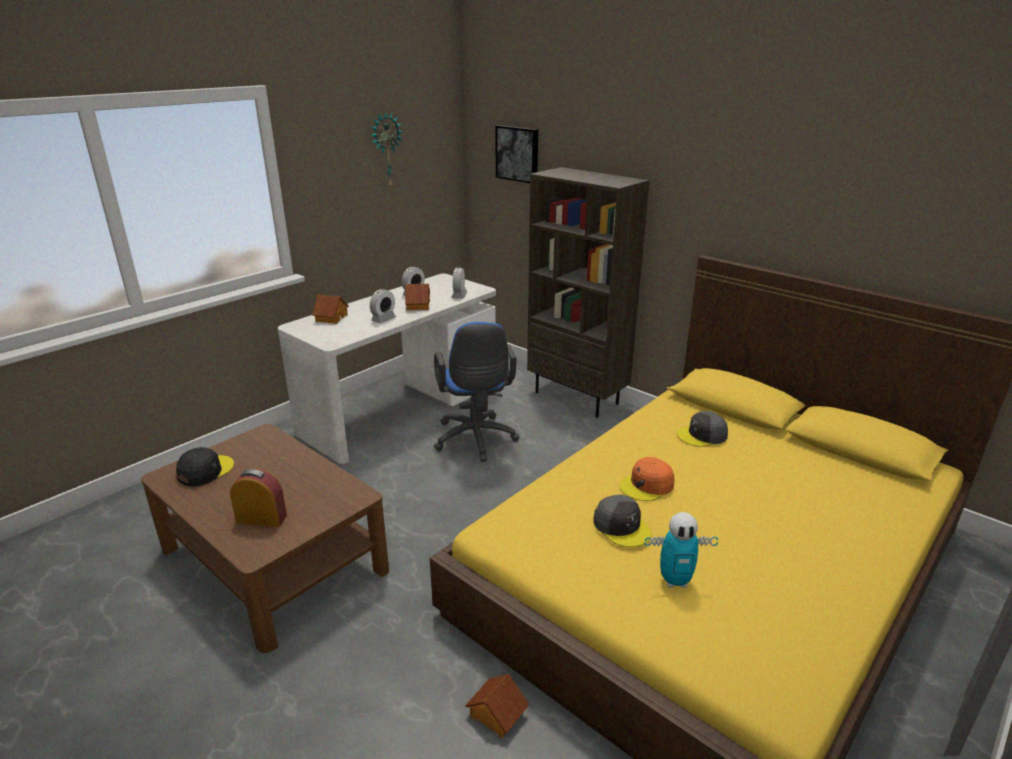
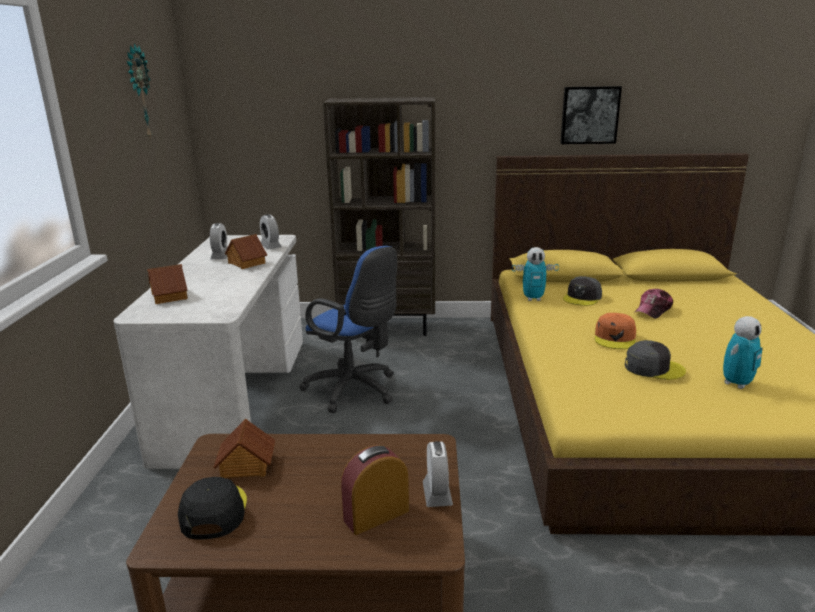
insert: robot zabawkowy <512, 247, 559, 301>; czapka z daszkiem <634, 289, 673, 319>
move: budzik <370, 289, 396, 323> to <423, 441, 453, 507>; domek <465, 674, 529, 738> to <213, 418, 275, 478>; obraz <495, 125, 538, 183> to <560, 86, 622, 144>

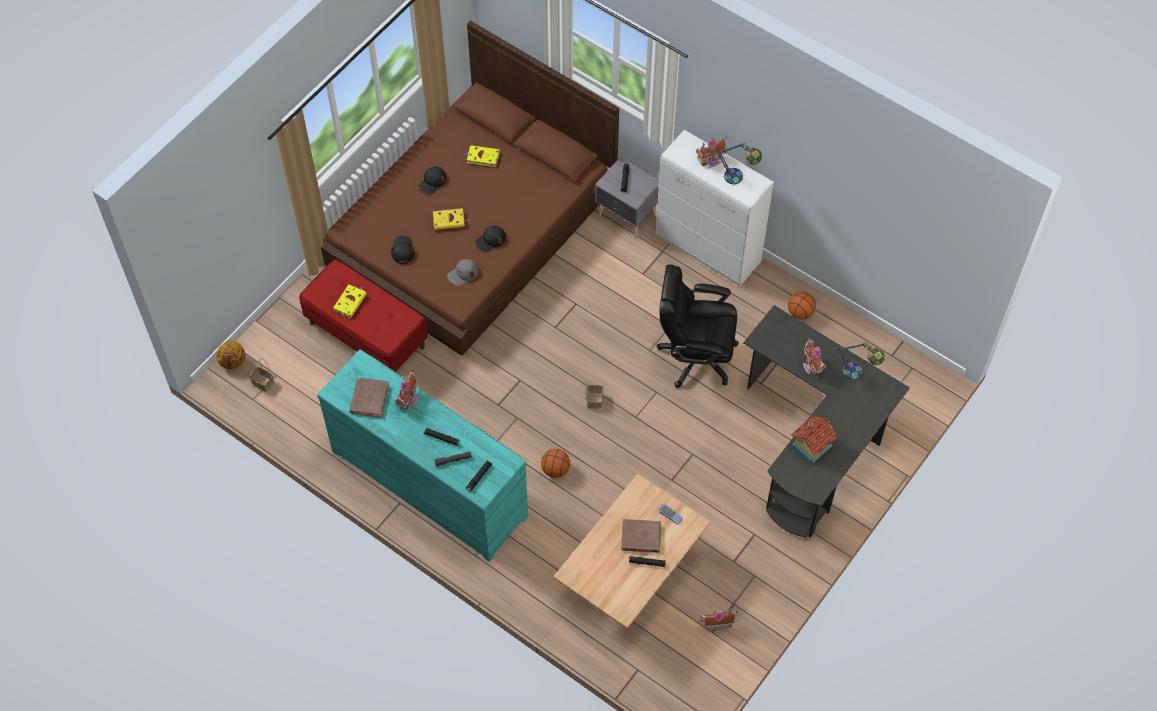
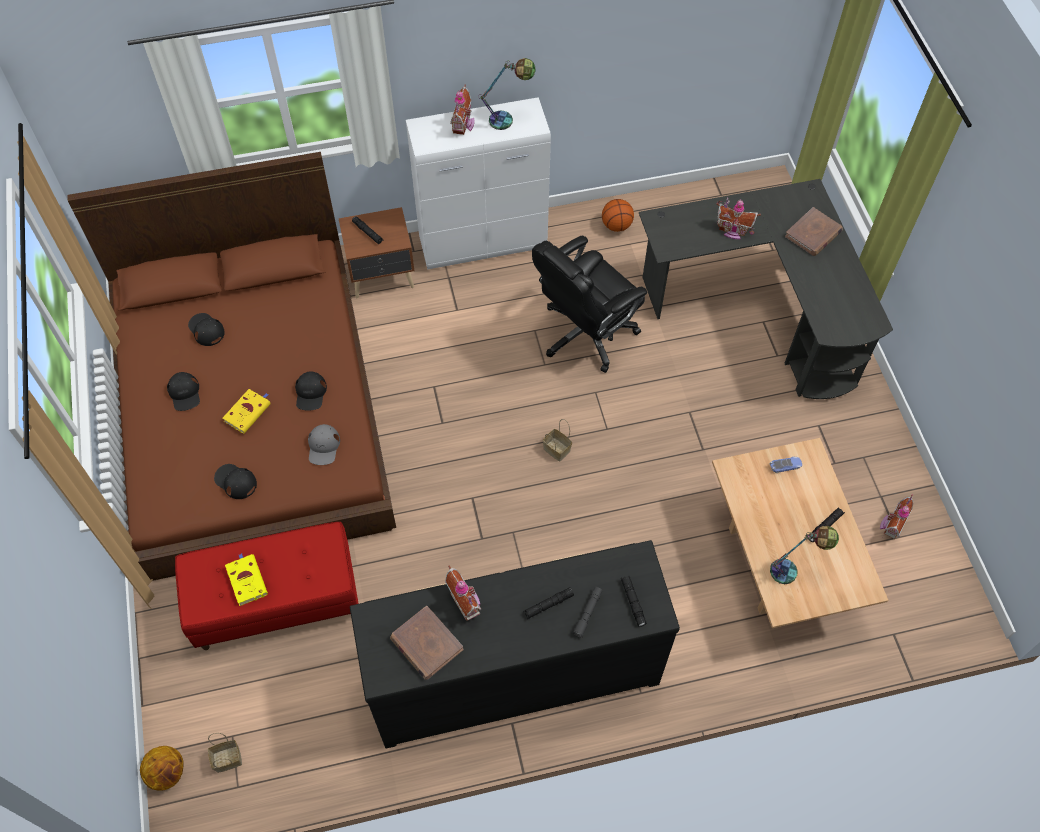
delete: piłka do koszykówki <541, 449, 570, 478>; domek <791, 415, 838, 464>
move: książka (brązowy) <621, 519, 661, 553> to <785, 207, 843, 256>; lampa stołowa <838, 342, 885, 380> to <770, 526, 839, 584>
replace: książka (żółty) <463, 145, 500, 167> to czapka z daszkiem (czarny) <188, 313, 225, 346>
recolor: komoda (turkusowy) <317, 349, 528, 562> to komoda (czarny) <350, 540, 680, 749>; szafka nocna (szary) <595, 157, 659, 239> to szafka nocna (brązowy) <339, 207, 414, 298>

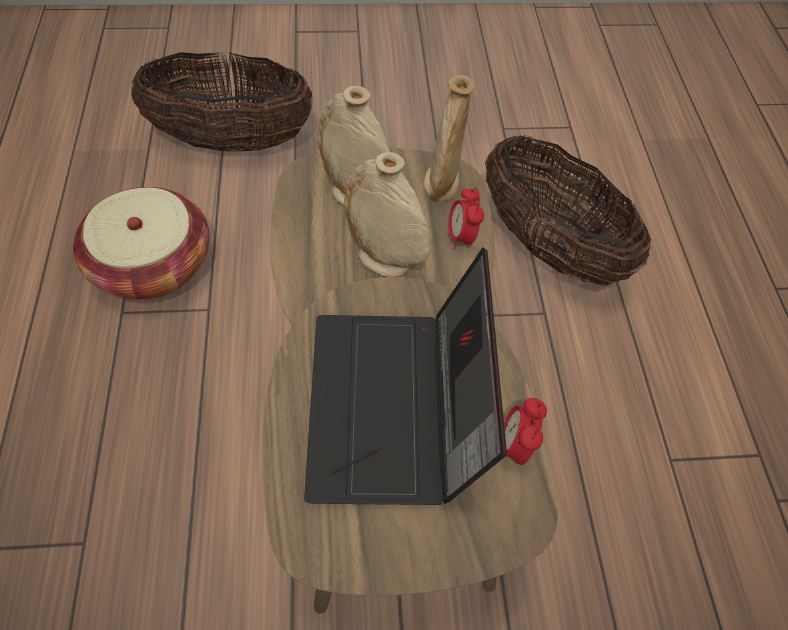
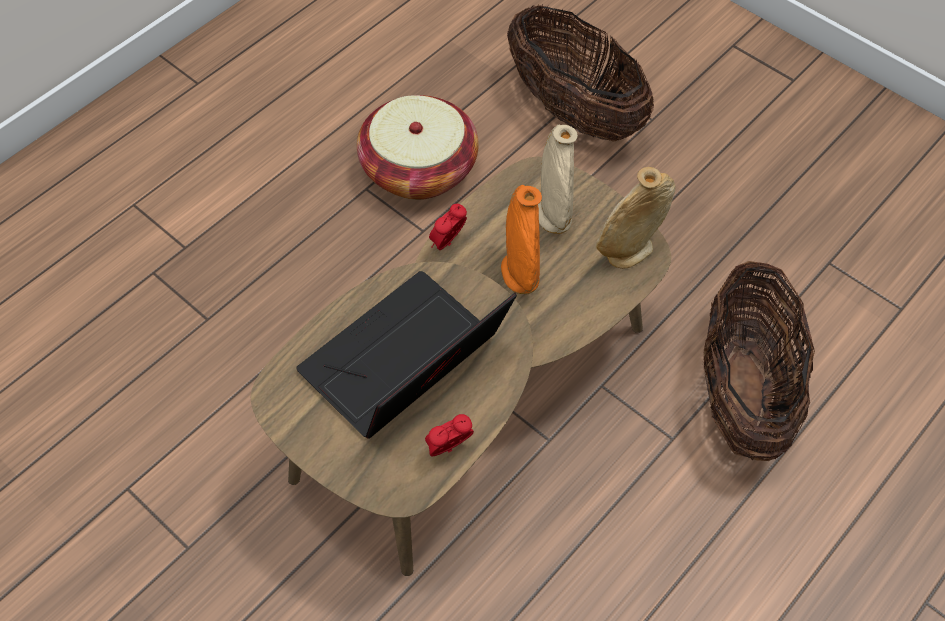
move: budzik <448, 188, 484, 250> to <429, 204, 467, 250>
recolor: wazon (beżowy) <344, 152, 430, 277> to wazon (pomarańczowy) <501, 185, 542, 294>

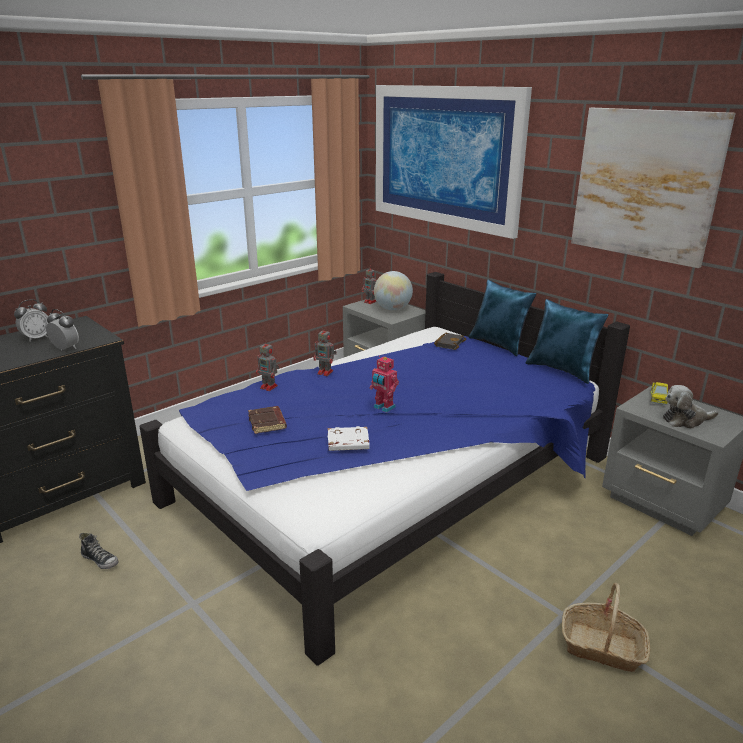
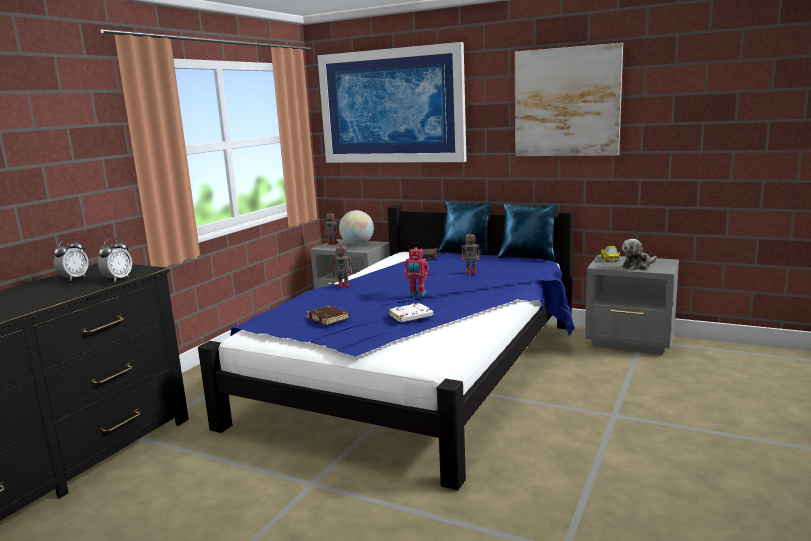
delete: but <79, 533, 119, 569>; koszyk <562, 583, 650, 672>
move: robot zabawkowy <256, 340, 279, 391> to <462, 230, 481, 274>
rotate: budzik <46, 309, 79, 351> = <98, 238, 132, 282> 105 degrees clockwise

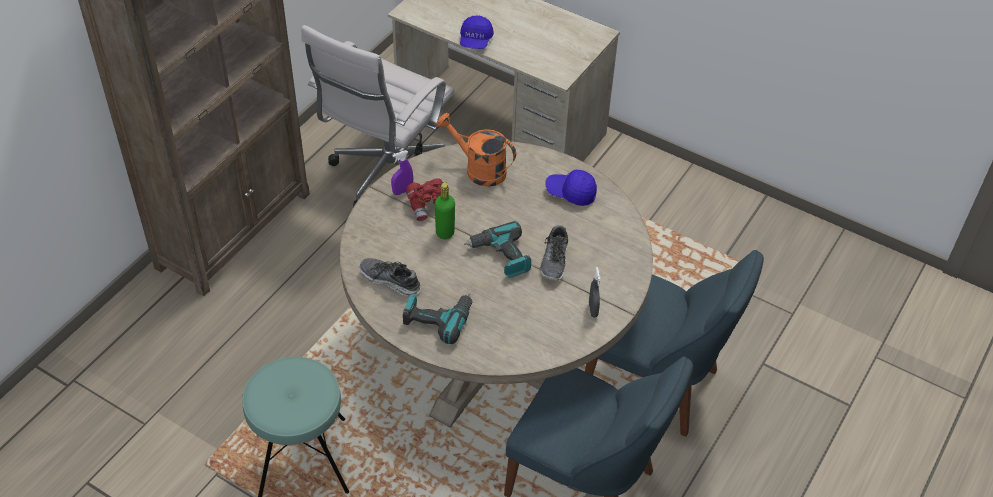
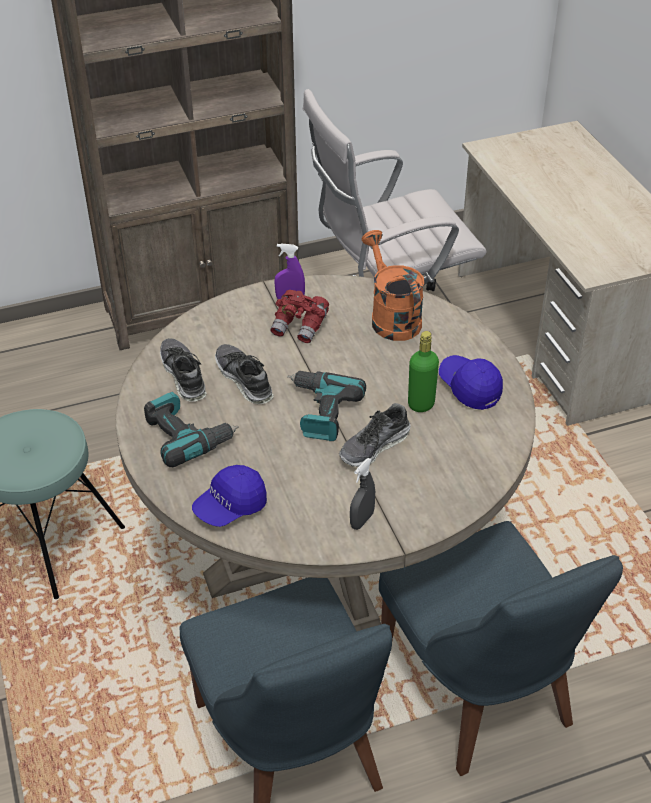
insert: but <215, 344, 273, 404>
move: butelka (zielony) <435, 182, 455, 239> to <408, 331, 439, 412>; czapka z daszkiem (niebieski) <460, 15, 494, 49> to <192, 465, 267, 527>

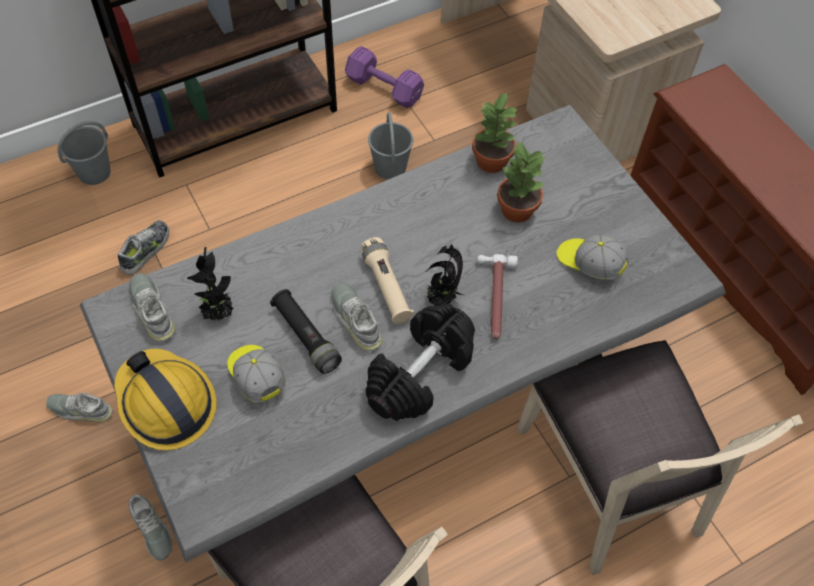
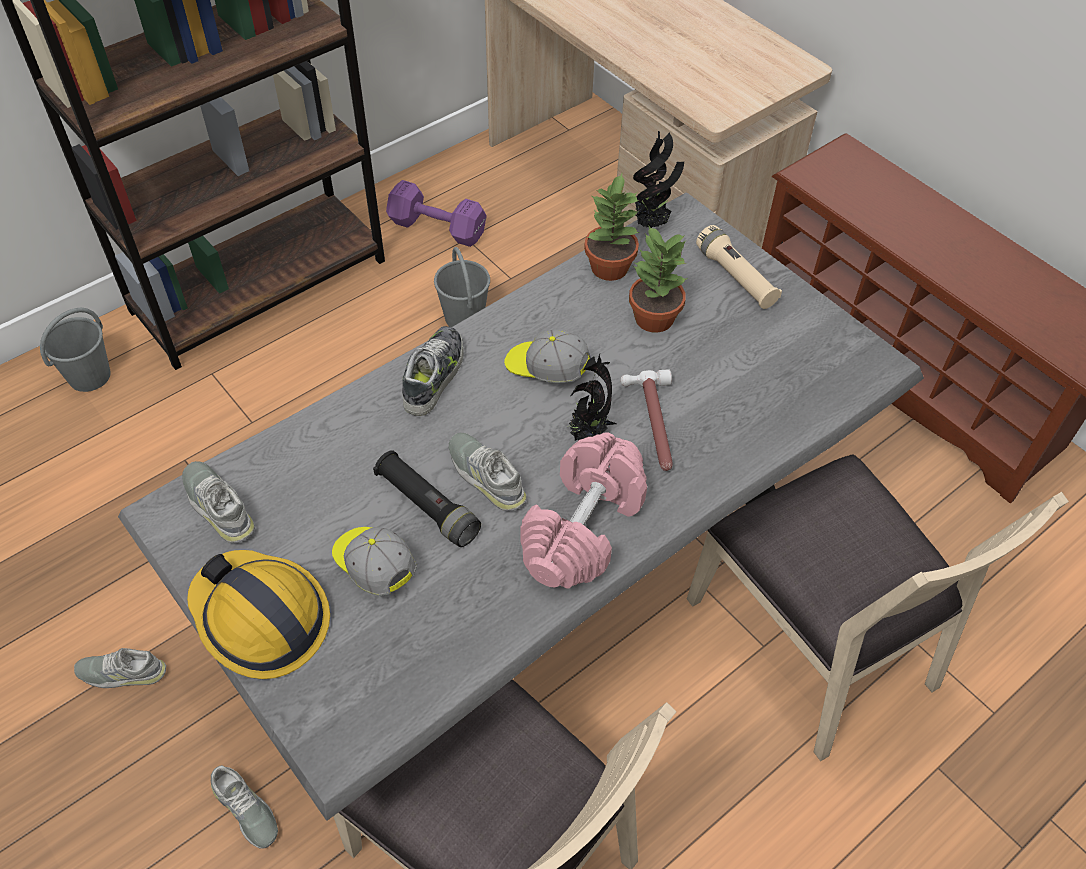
move: but <118, 221, 169, 275> to <402, 326, 464, 416>; roślina doniczkowa <187, 247, 234, 321> to <633, 131, 684, 228>; latarka (beżowy) <361, 237, 414, 324> to <696, 225, 782, 309>; czapka z daszkiem <557, 235, 628, 280> to <504, 329, 591, 383>
recolor: hantel (czarny) <366, 304, 475, 421> to hantel (różowy) <520, 432, 647, 589>

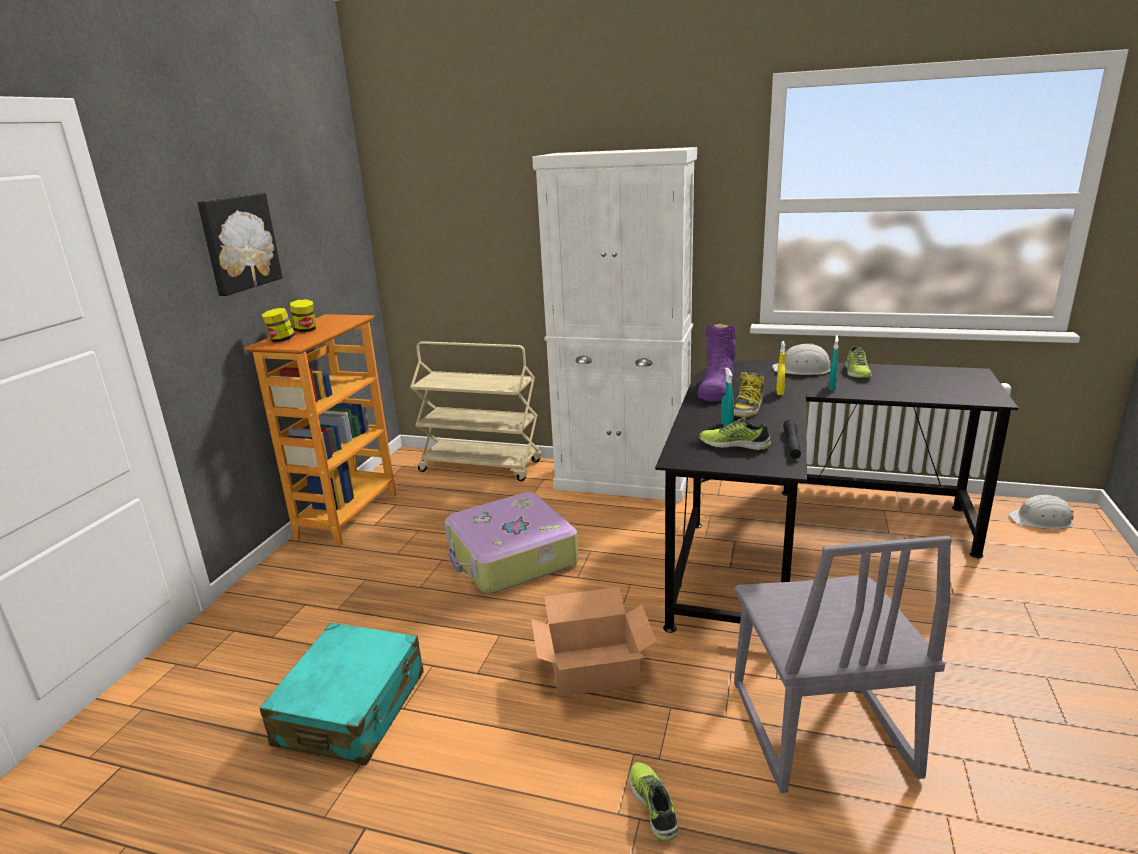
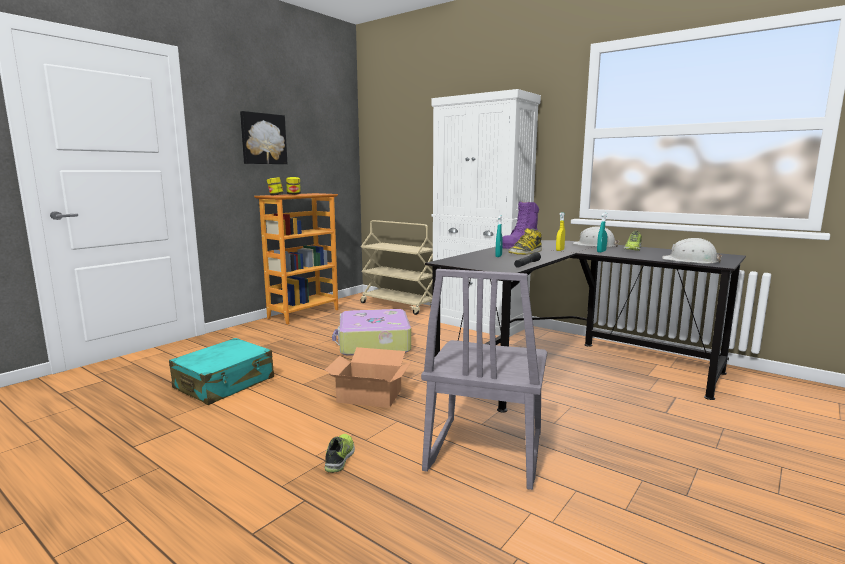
delete: but <700, 418, 771, 450>
move: kask (biały) <1008, 495, 1074, 529> to <662, 238, 723, 264>

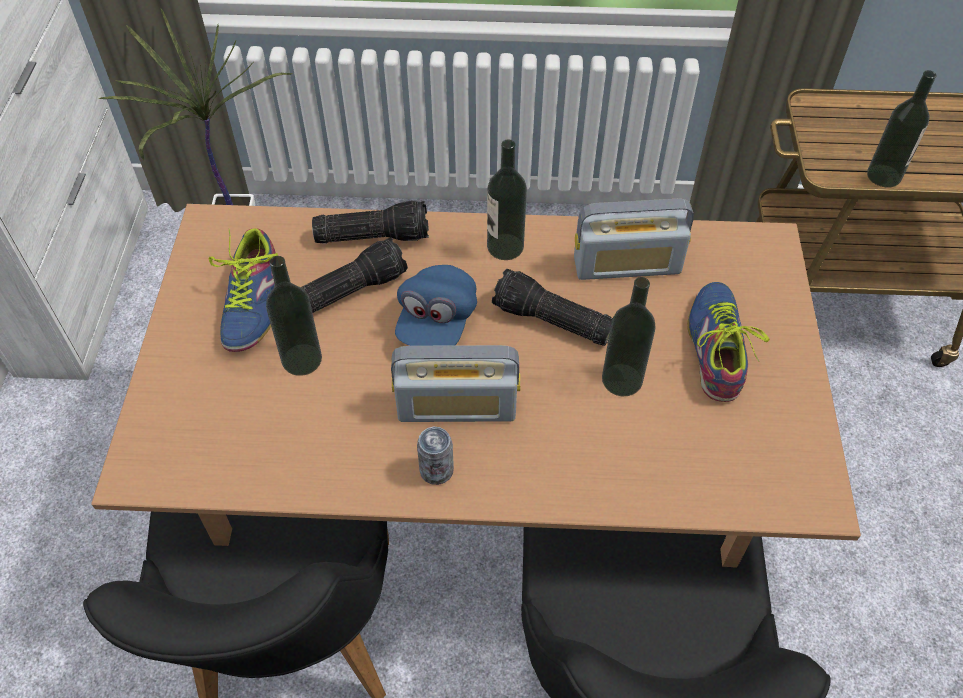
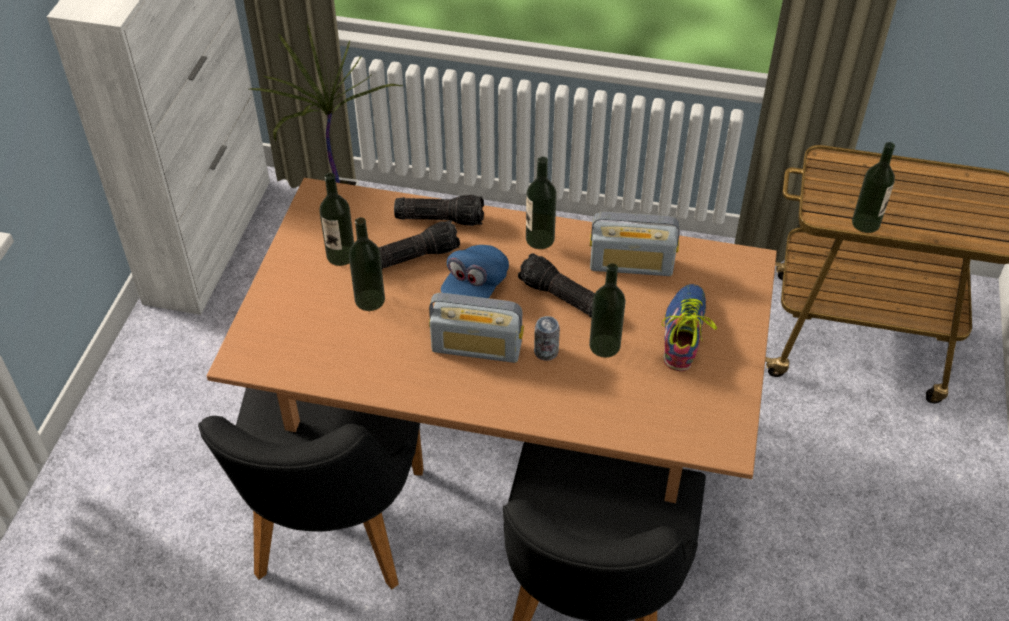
move: puszka <417, 427, 454, 485> to <534, 316, 560, 361>
replace: but <209, 228, 278, 352> to butelka <319, 173, 354, 266>

